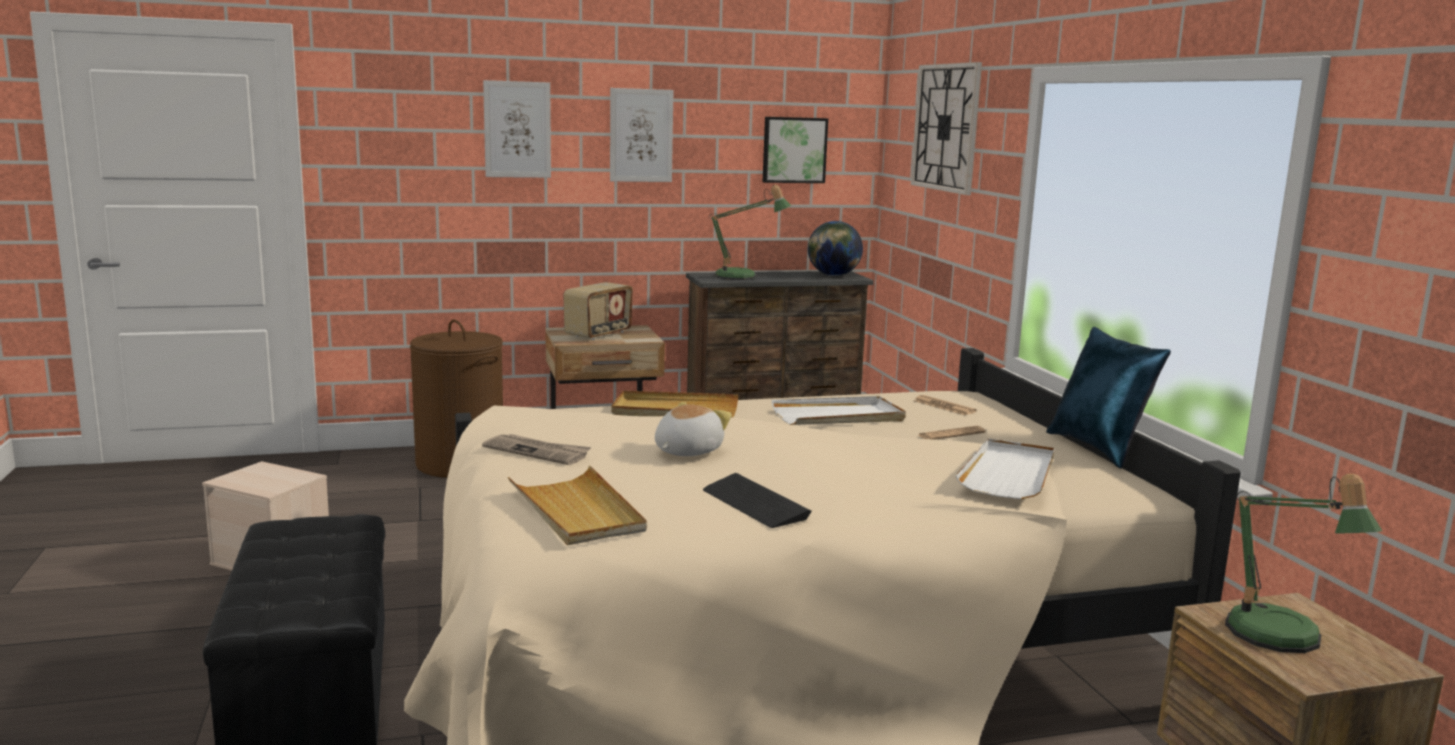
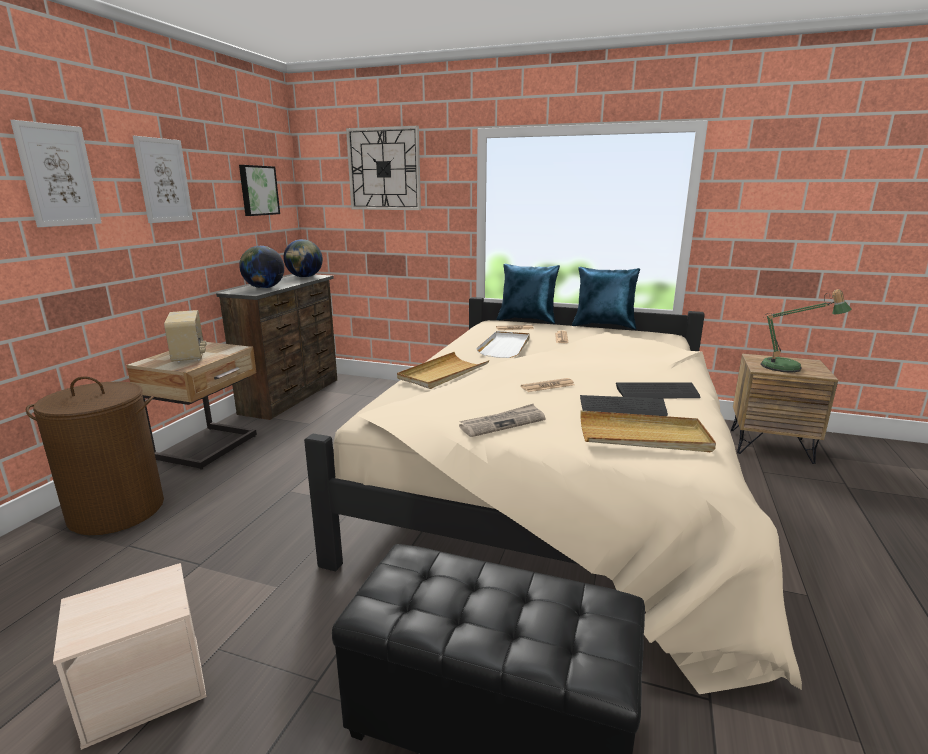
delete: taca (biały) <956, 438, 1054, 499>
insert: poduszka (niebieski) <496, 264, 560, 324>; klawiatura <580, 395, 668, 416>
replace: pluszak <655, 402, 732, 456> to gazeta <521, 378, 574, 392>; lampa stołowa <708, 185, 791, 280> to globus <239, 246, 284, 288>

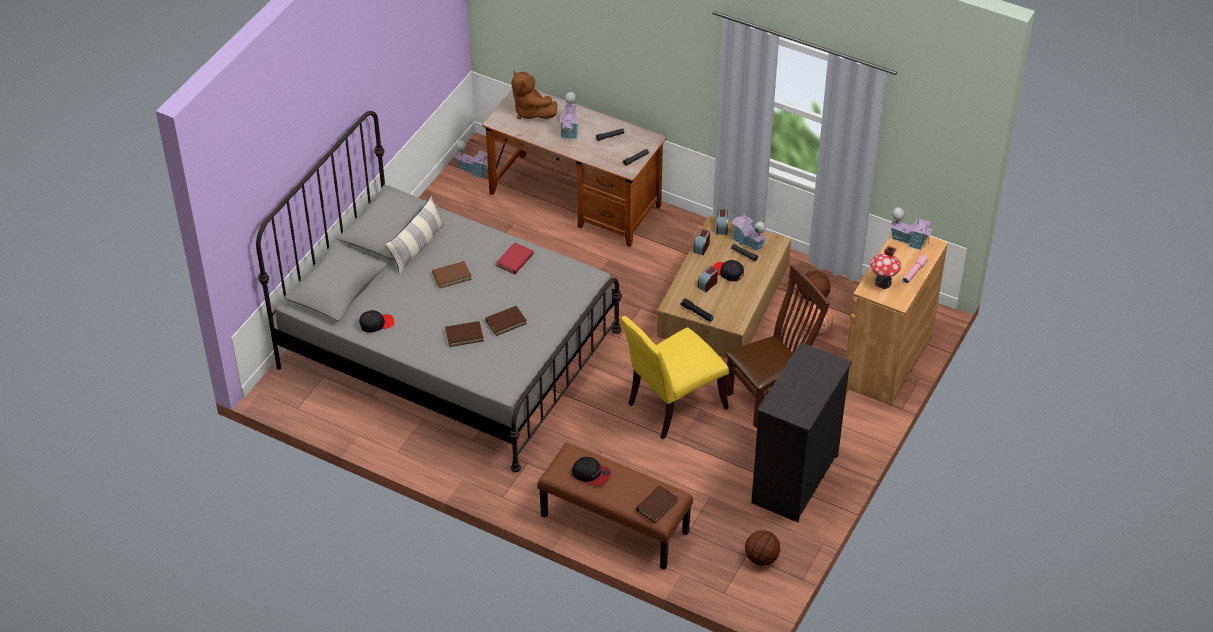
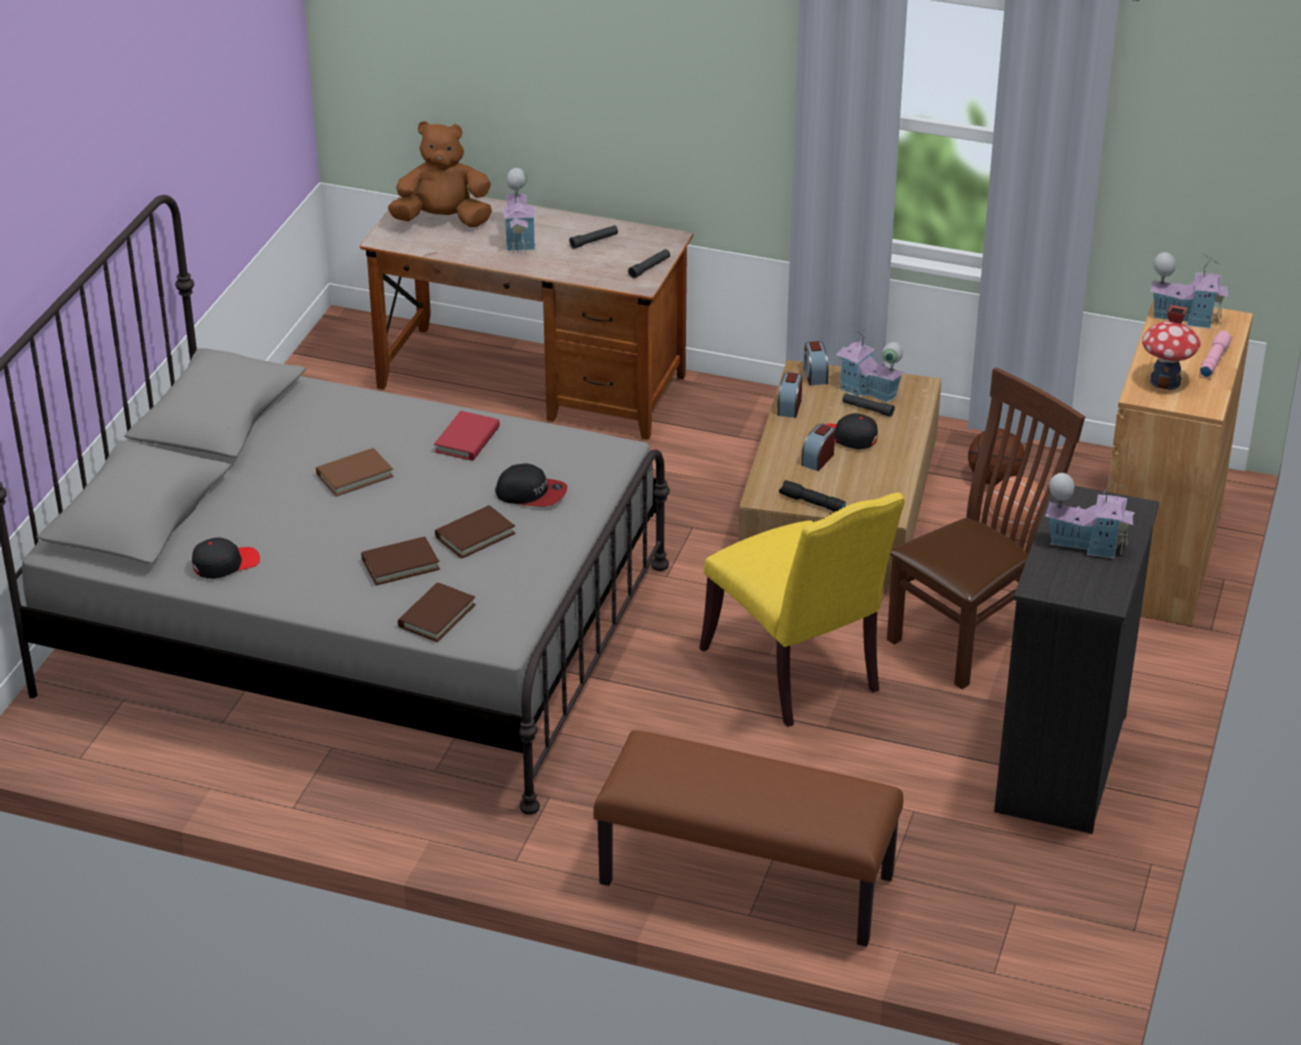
delete: poduszka <385, 196, 445, 274>; piłka do koszykówki <745, 530, 780, 566>
move: domek <455, 140, 488, 179> to <1045, 473, 1135, 559>; czapka z daszkiem <572, 457, 612, 486> to <495, 464, 567, 507>; książka (brązowy) <636, 485, 679, 523> to <398, 582, 476, 642>
rotate: pluszak (brązowy) <511, 71, 557, 119> = <388, 121, 492, 227> 135 degrees clockwise; krzesło (żółty) <621, 316, 729, 439> = <699, 493, 905, 727> 75 degrees counterclockwise

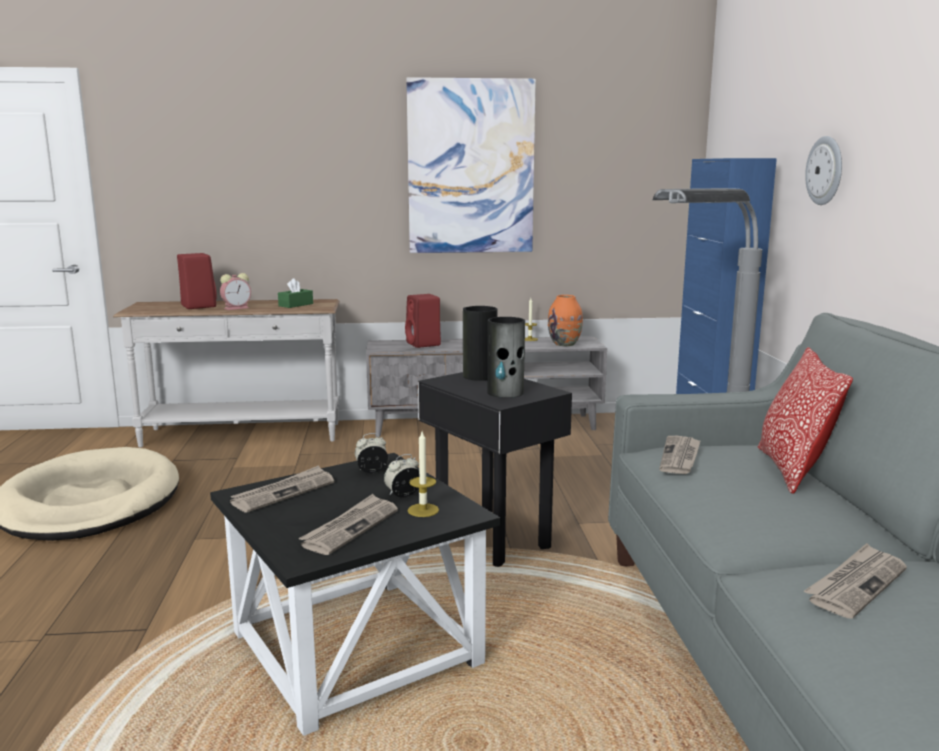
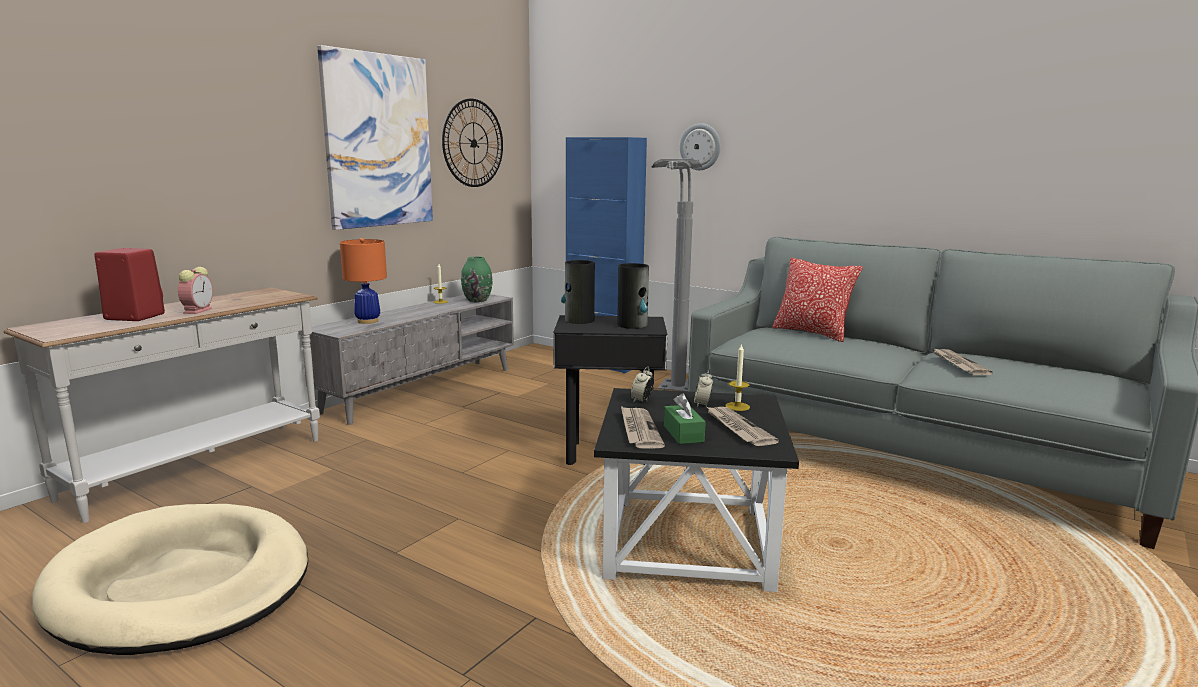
delete: gazeta <659, 436, 701, 474>
insert: zegar ścienny <442, 99, 503, 187>
move: pudełko chusteczek (zielony) <278, 278, 313, 308> to <664, 393, 706, 444>
replace: głośnik (czerwony) <405, 294, 441, 348> to lampa stołowa (pomarańczowy) <340, 238, 387, 324>
recolor: wazon (pomarańczowy) <548, 295, 583, 346> to wazon (zielony) <461, 256, 492, 302>

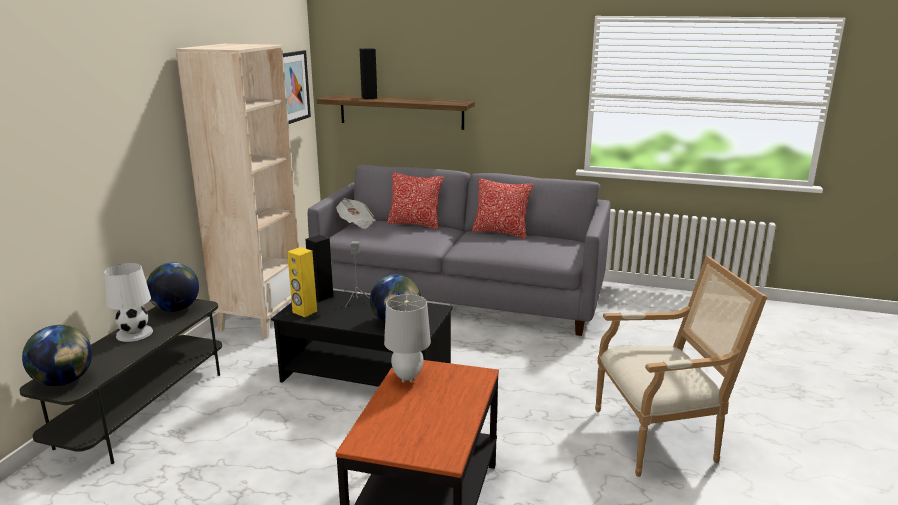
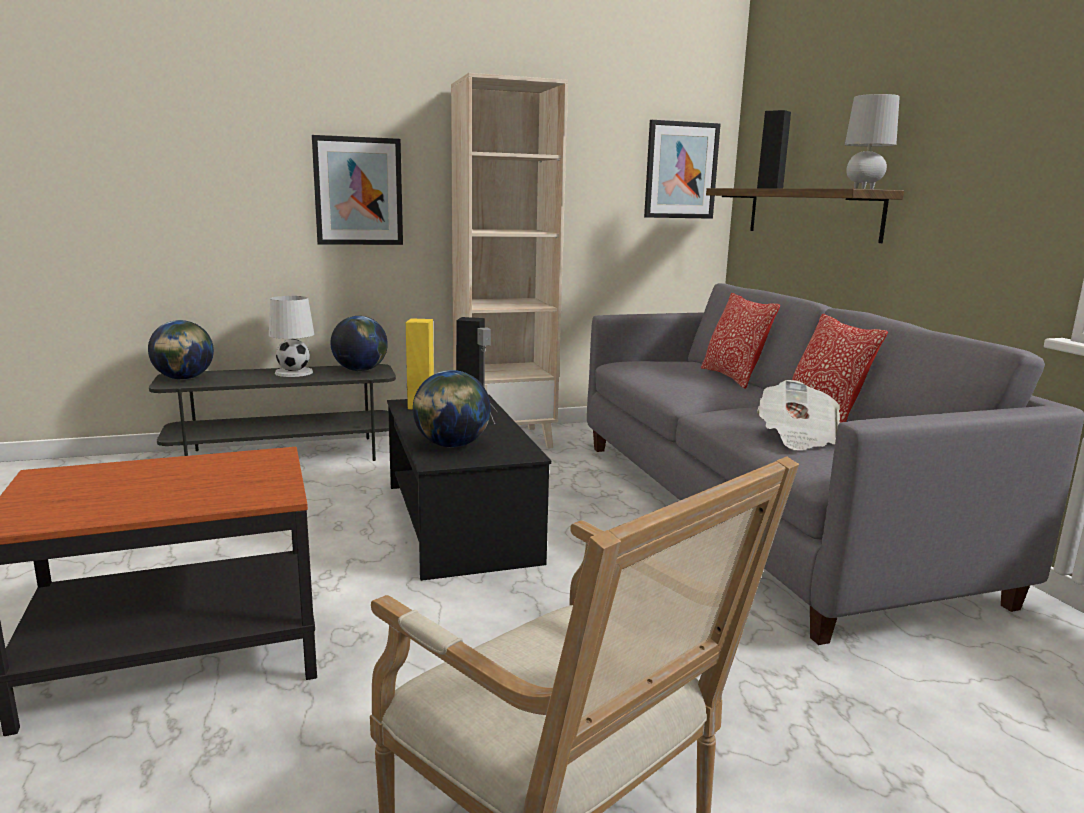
insert: obraz <312, 135, 403, 245>
move: gazeta <336, 198, 375, 229> to <757, 380, 840, 450>; lampa stołowa (szary) <384, 294, 431, 383> to <845, 94, 900, 189>

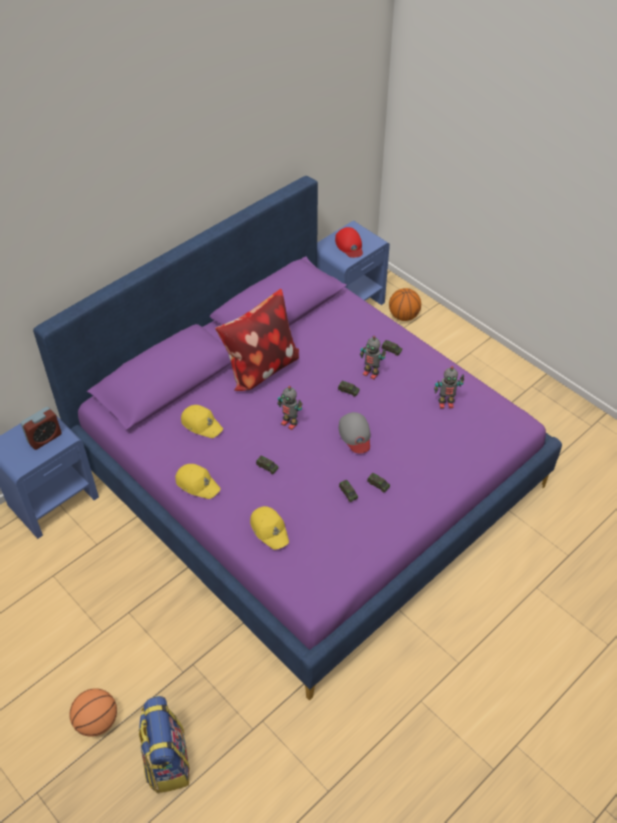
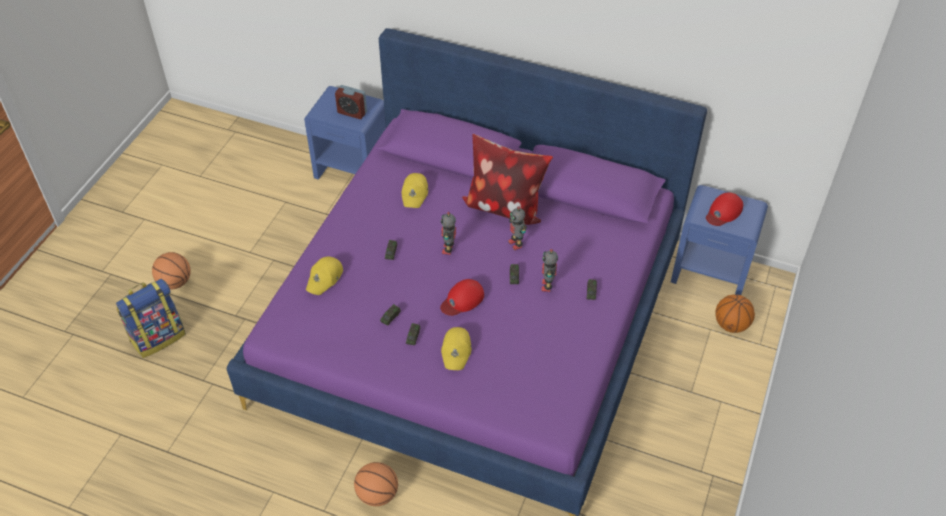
insert: piłka do koszykówki <354, 462, 398, 506>
move: czapka z daszkiem (żółty) <175, 464, 220, 499> to <441, 327, 471, 370>; robot zabawkowy <434, 366, 465, 408> to <508, 206, 527, 251>
recolor: czapka z daszkiem (szary) <339, 412, 371, 453> to czapka z daszkiem (czerwony) <440, 279, 484, 316>

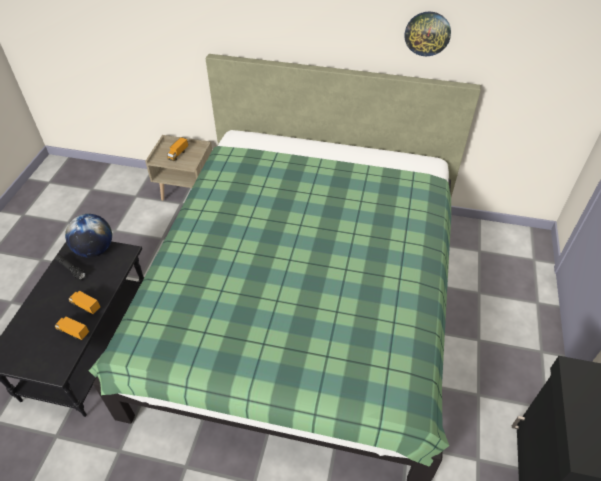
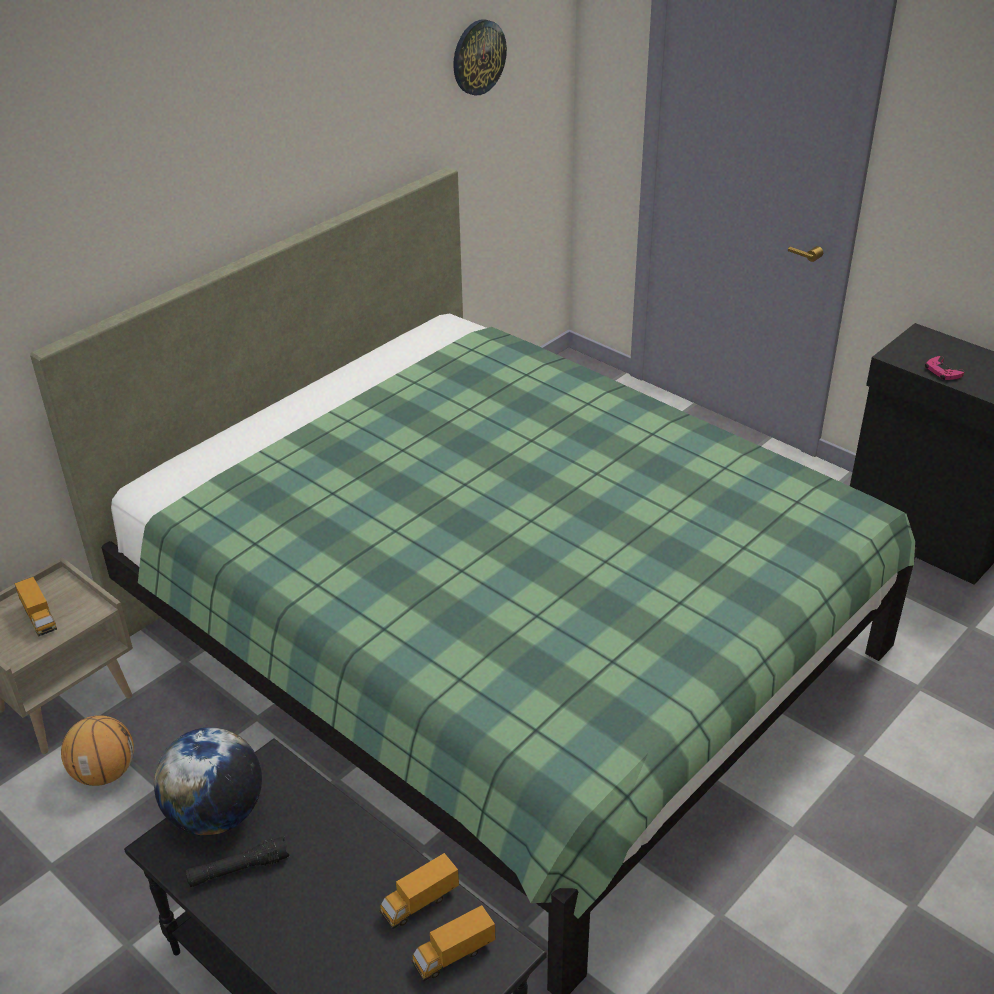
insert: piłka do koszykówki <61, 715, 134, 786>; pad do gier (różowy) <925, 356, 964, 380>
move: ciężarówka zabawkowa <69, 290, 101, 314> to <412, 905, 495, 981>; zegar ścienny <405, 12, 451, 56> to <453, 19, 507, 96>

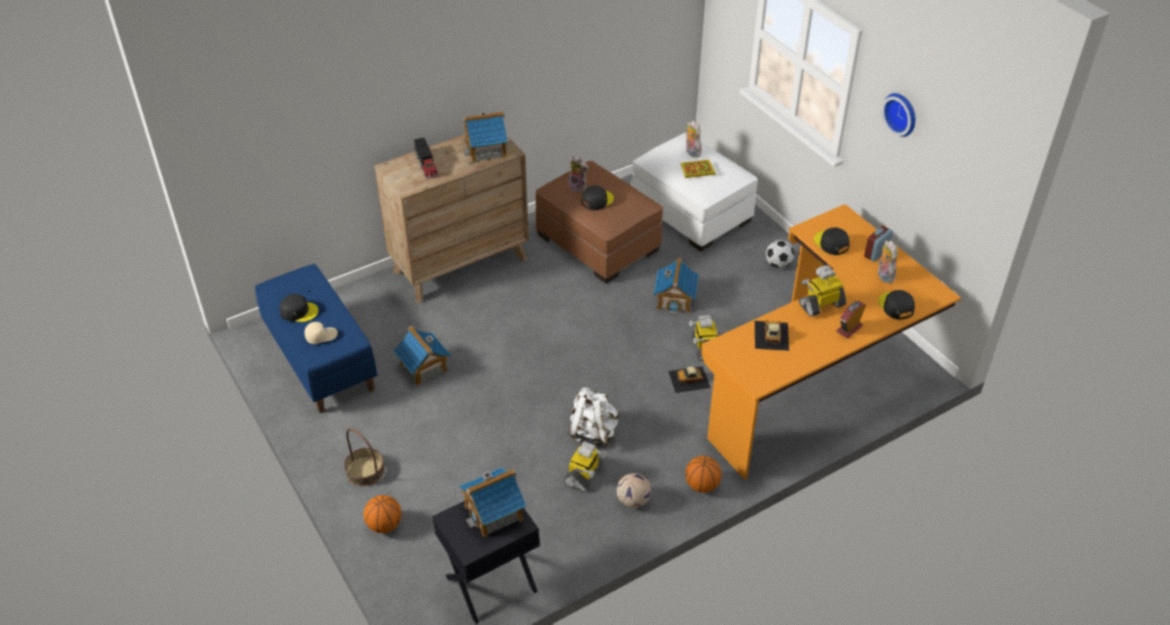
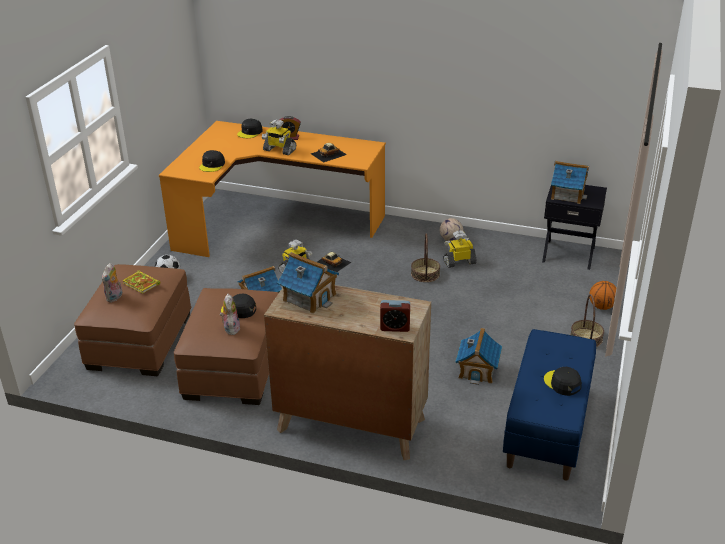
delete: czapka z daszkiem (beżowy) <305, 322, 338, 344>; ciężarówka zabawkowa <414, 137, 438, 179>; piłka do koszykówki <685, 456, 722, 493>; pluszak <878, 240, 898, 283>; zegar ścienny <882, 93, 915, 137>
move: budzik <864, 226, 893, 262> to <380, 300, 410, 332>
replace: plecak (biały) <569, 387, 619, 447> to koszyk <411, 233, 440, 282>
recolor: pufa (biały) <631, 133, 757, 251> to pufa (brązowy) <74, 264, 191, 376>

